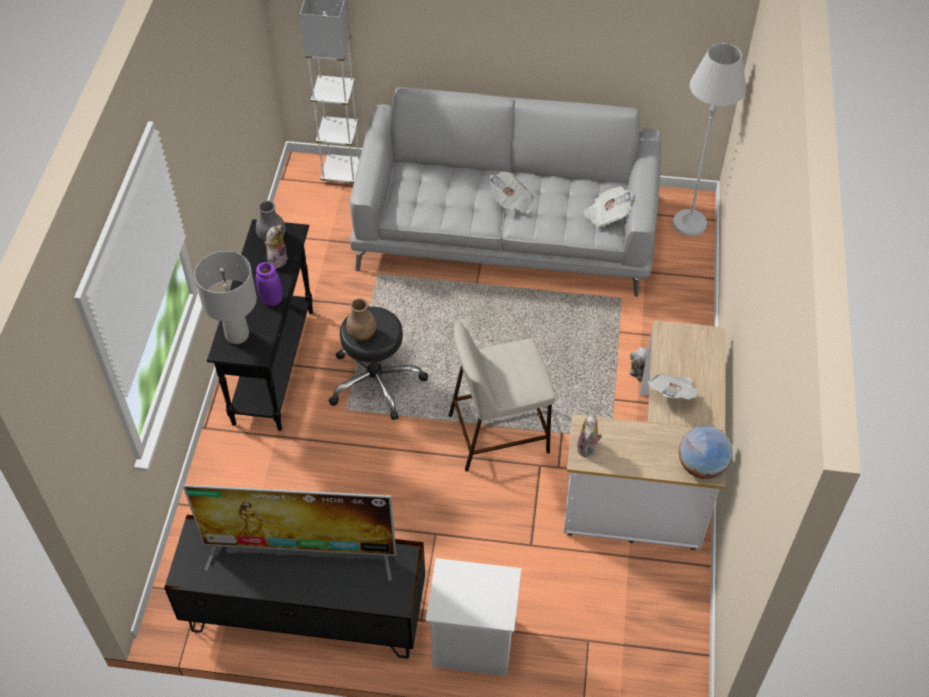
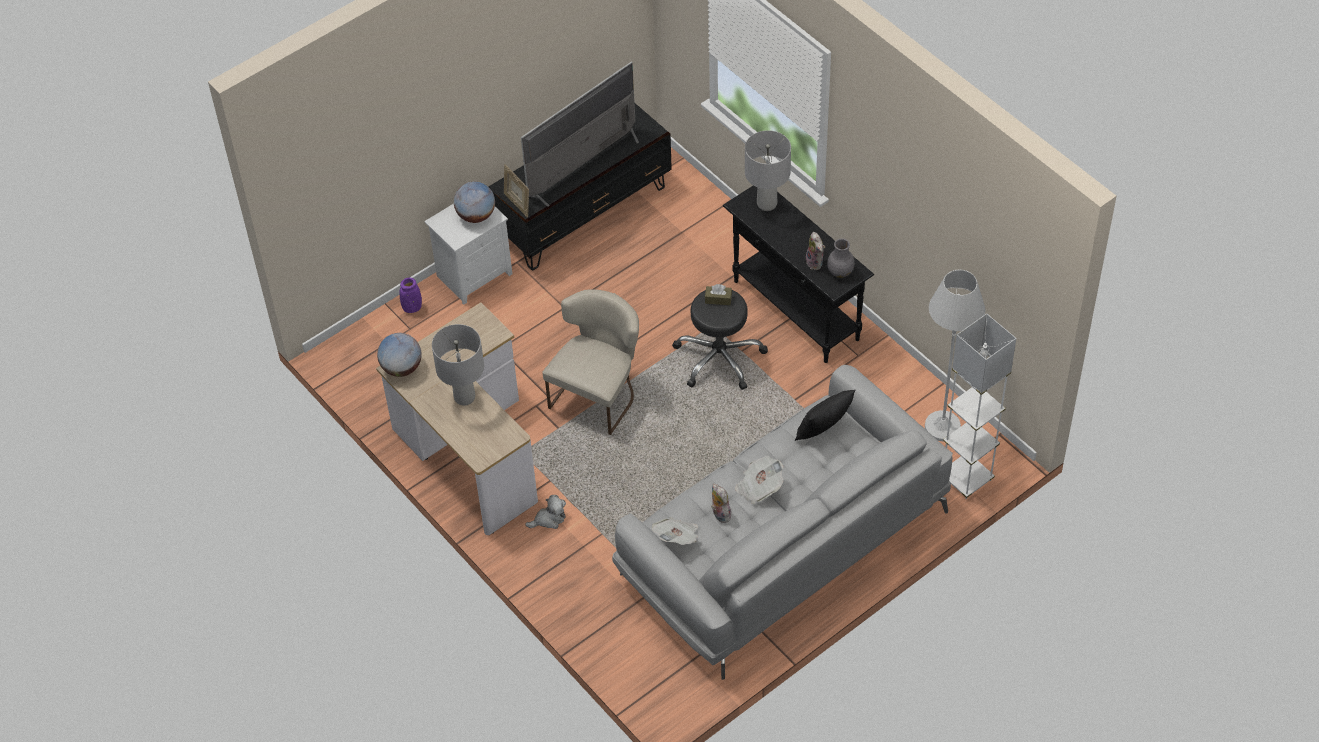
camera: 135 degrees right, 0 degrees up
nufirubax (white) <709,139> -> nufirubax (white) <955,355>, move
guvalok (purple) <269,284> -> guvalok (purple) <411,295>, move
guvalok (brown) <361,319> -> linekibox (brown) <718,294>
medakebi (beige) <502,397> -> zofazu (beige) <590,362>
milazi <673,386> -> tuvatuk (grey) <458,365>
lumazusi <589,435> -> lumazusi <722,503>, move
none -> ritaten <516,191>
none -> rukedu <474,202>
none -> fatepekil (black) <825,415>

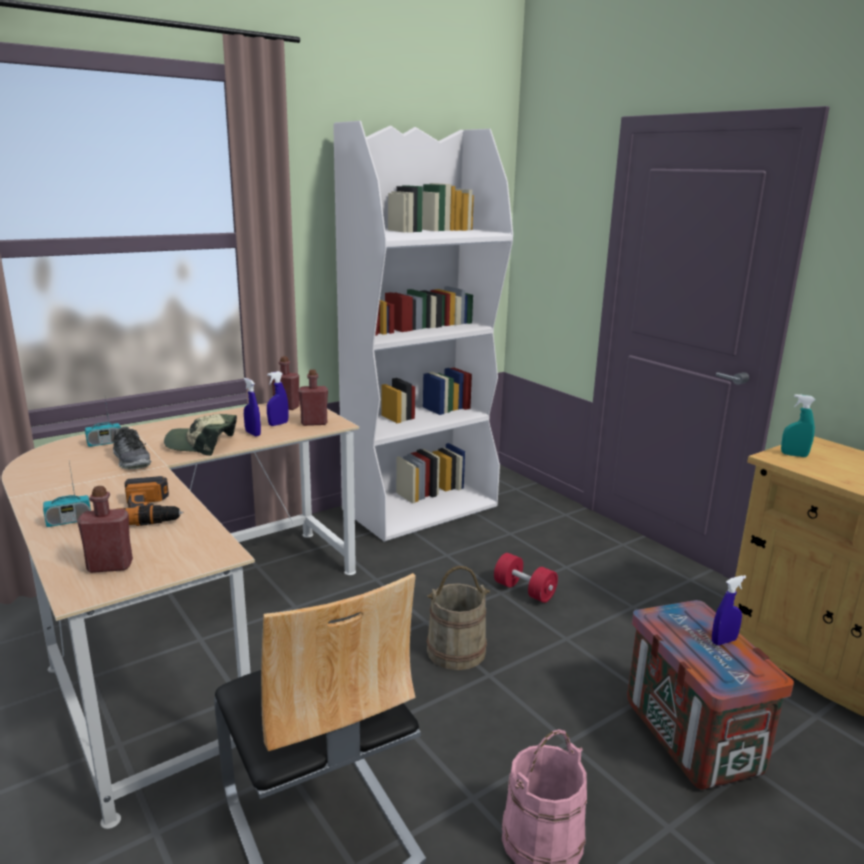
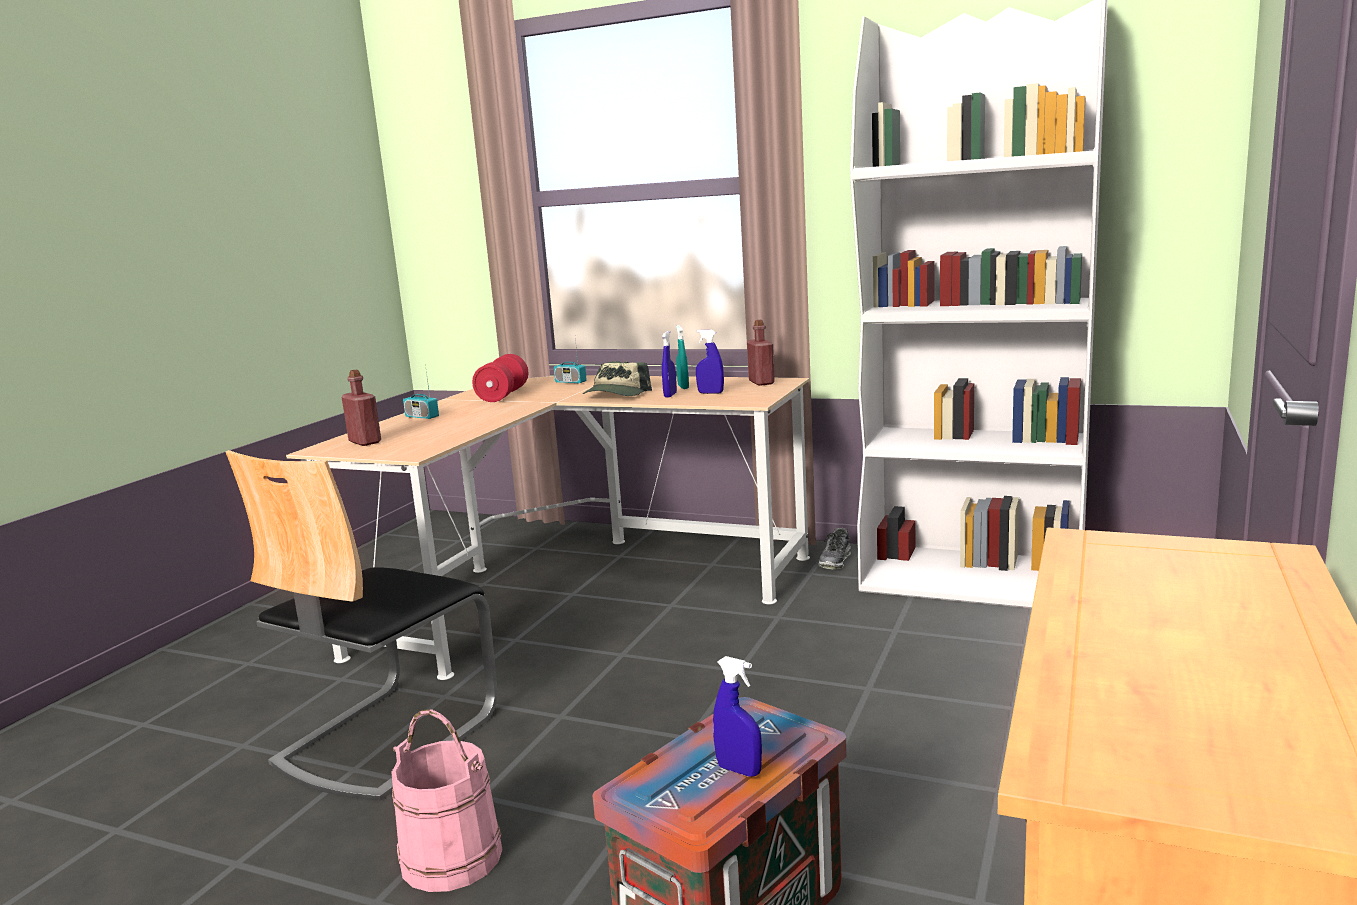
camera: 60 degrees right, 5 degrees down
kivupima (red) <313,397> -> none
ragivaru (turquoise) <798,425> -> ragivaru (turquoise) <682,357>, move
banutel <200,435> -> banutel <617,378>, 135 degrees counterclockwise
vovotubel <132,448> -> vovotubel <834,549>, move
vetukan <150,501> -> none
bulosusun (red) <526,578> -> bulosusun (red) <500,378>, move
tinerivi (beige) <458,618> -> none

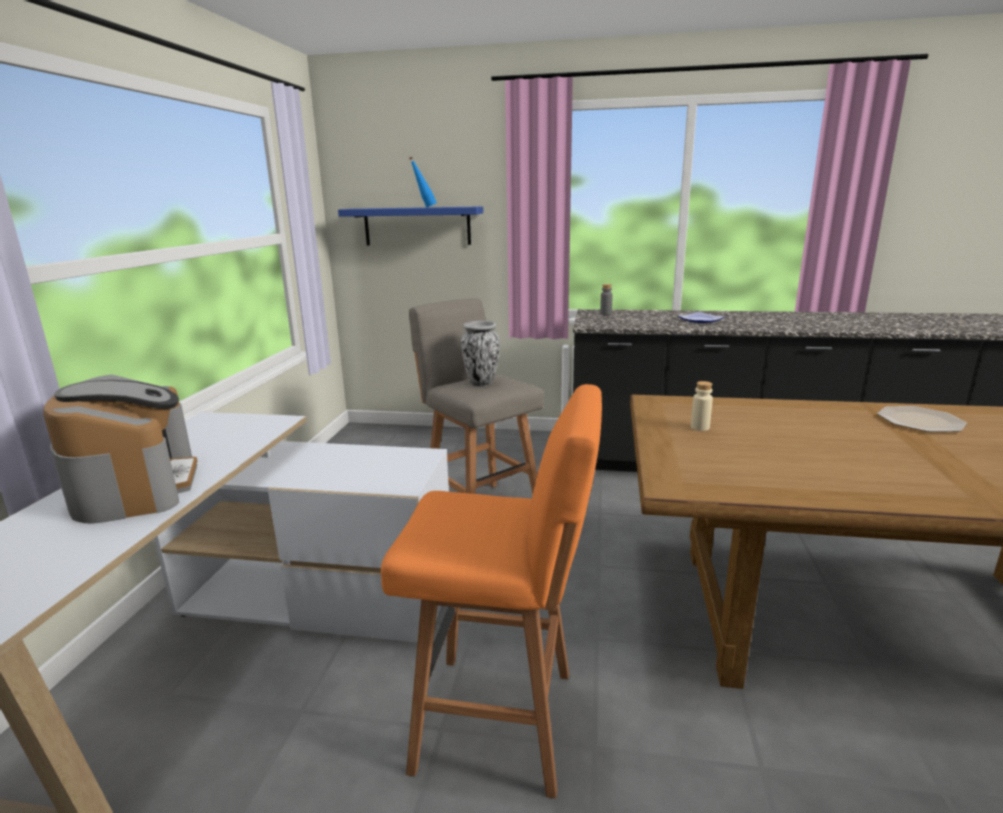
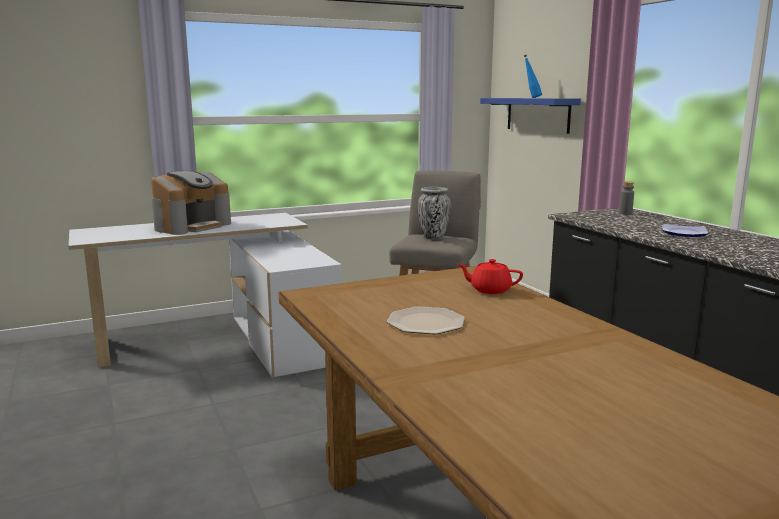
camera: 55 degrees right, 5 degrees down
kivupima (beige) <702,406> -> none
medakebi (orange) <491,591> -> none
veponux <922,419> -> veponux <426,320>, move
none -> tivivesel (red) <490,276>

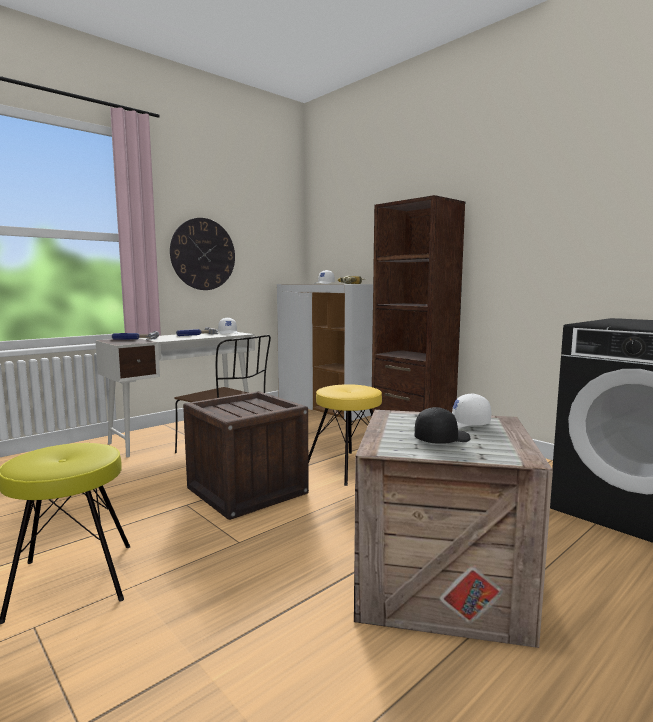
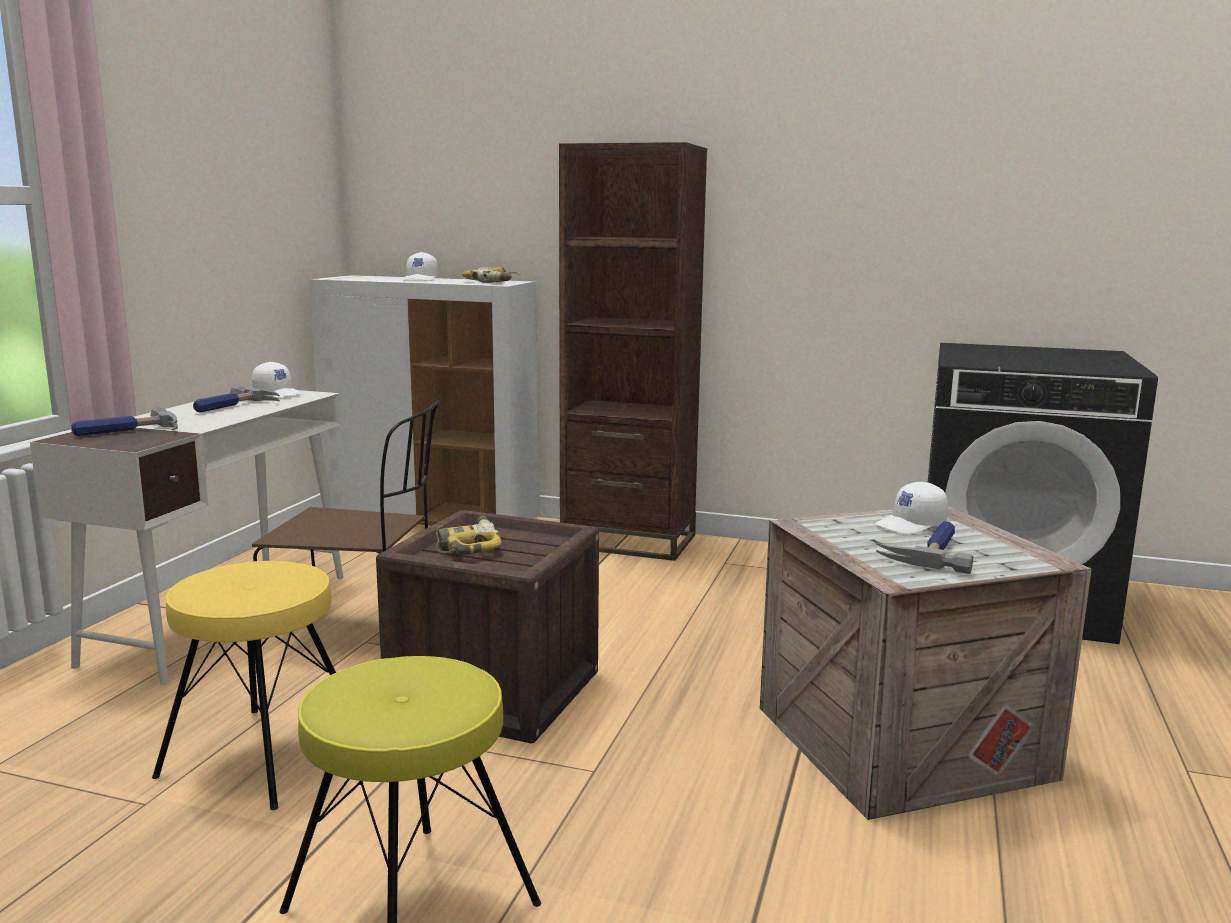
camera: 30 degrees left, 5 degrees up
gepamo <202,254> -> none
medakebi (yellow) <345,435> -> medakebi (yellow) <244,685>, move
banutel (black) <443,425> -> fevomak <924,548>
none -> vetukan <469,535>

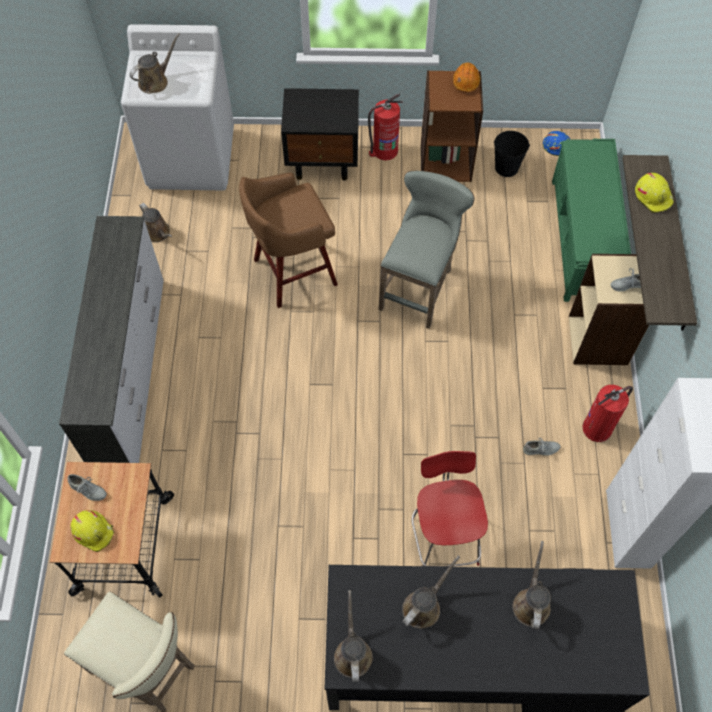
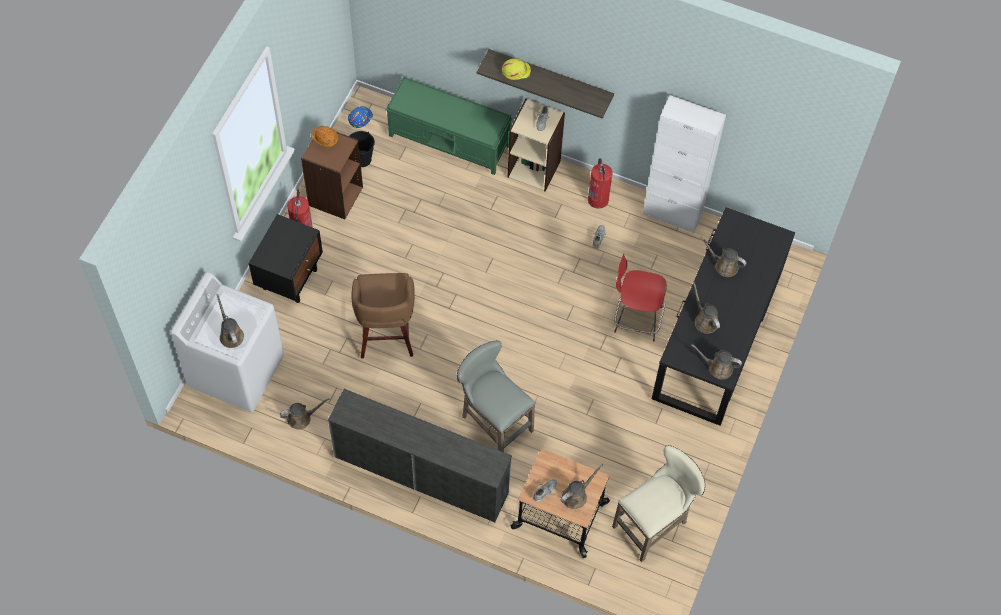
camera: 70 degrees left, 0 degrees up
medakebi (grey) <426,250> -> medakebi (grey) <496,396>, move
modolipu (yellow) <92,531> -> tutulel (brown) <582,486>

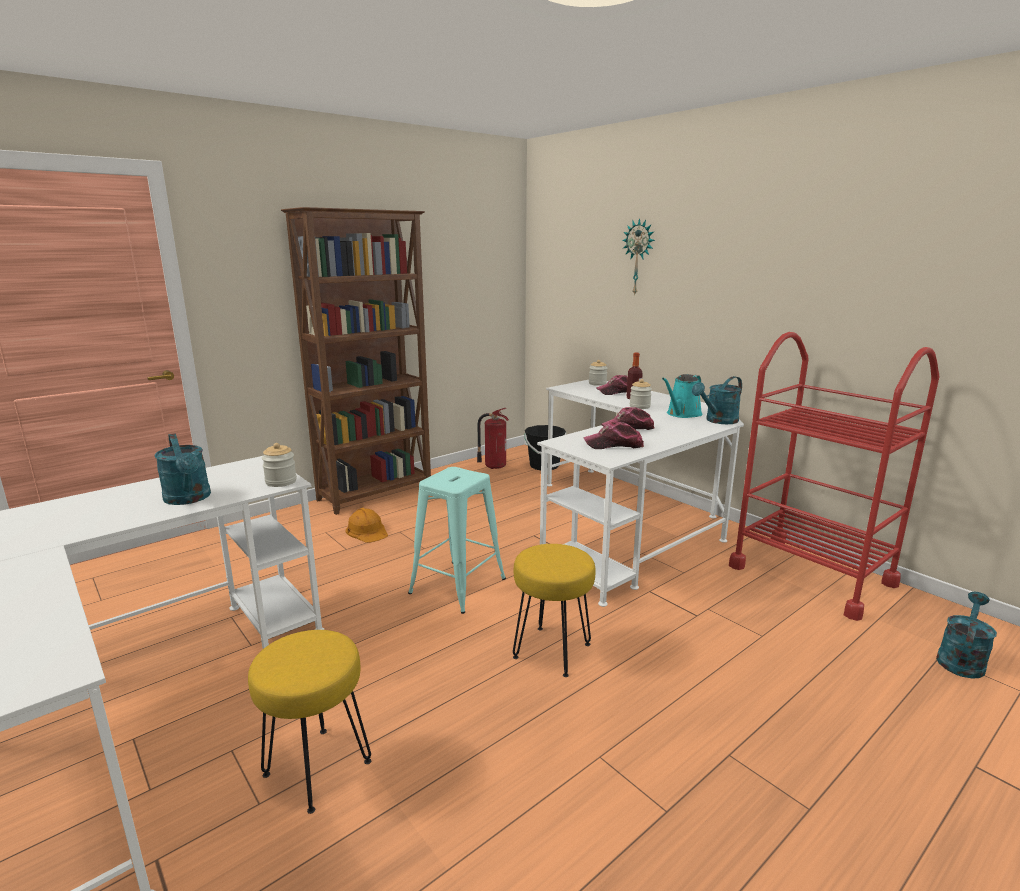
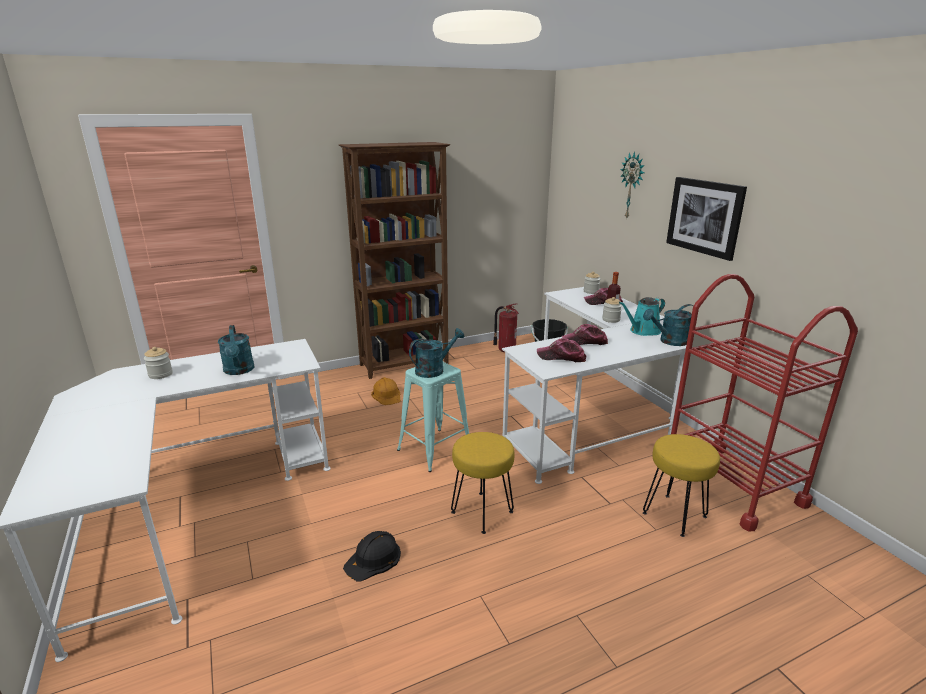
camera: 15 degrees right, 5 degrees up
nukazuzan <279,465> -> nukazuzan <158,363>, move
tutulel (turquoise) <966,635> -> tutulel (turquoise) <437,353>, move
medakebi (yellow) <309,722> -> medakebi (yellow) <681,485>, move
none -> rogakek <706,219>
none -> modolipu (black) <372,556>

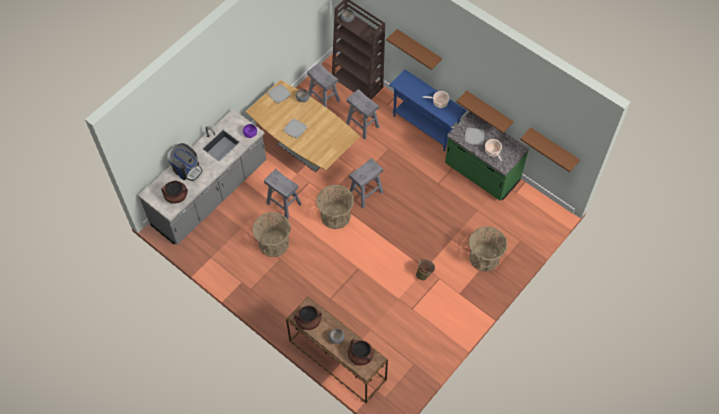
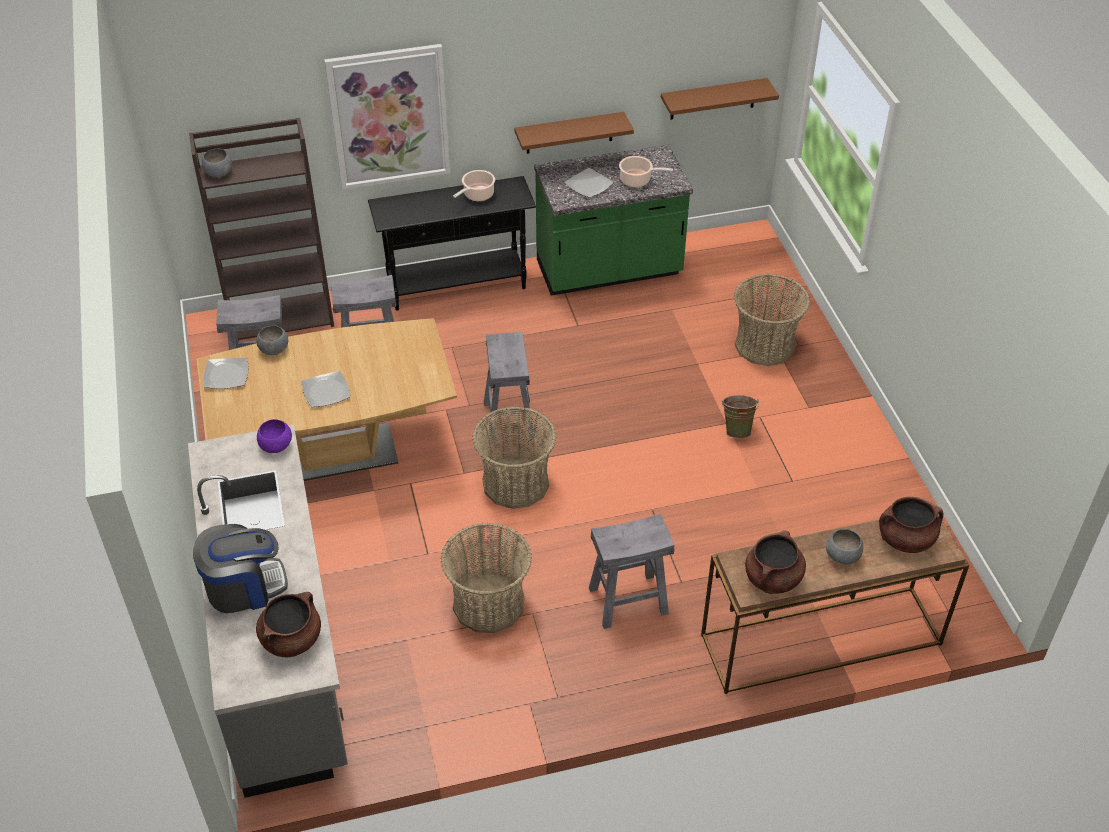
camera: 55 degrees left, 15 degrees down
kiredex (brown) <414,49> -> rogakek <387,117>
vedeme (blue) <428,110> -> vedeme (black) <452,243>
medakebi (grey) <283,194> -> medakebi (grey) <631,571>, move

